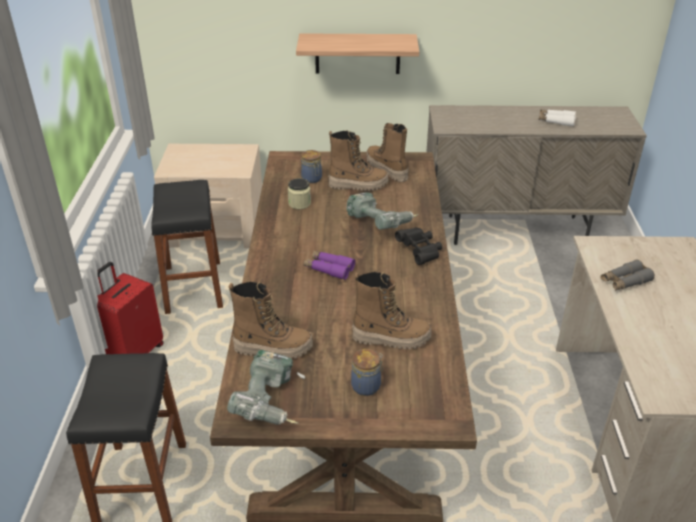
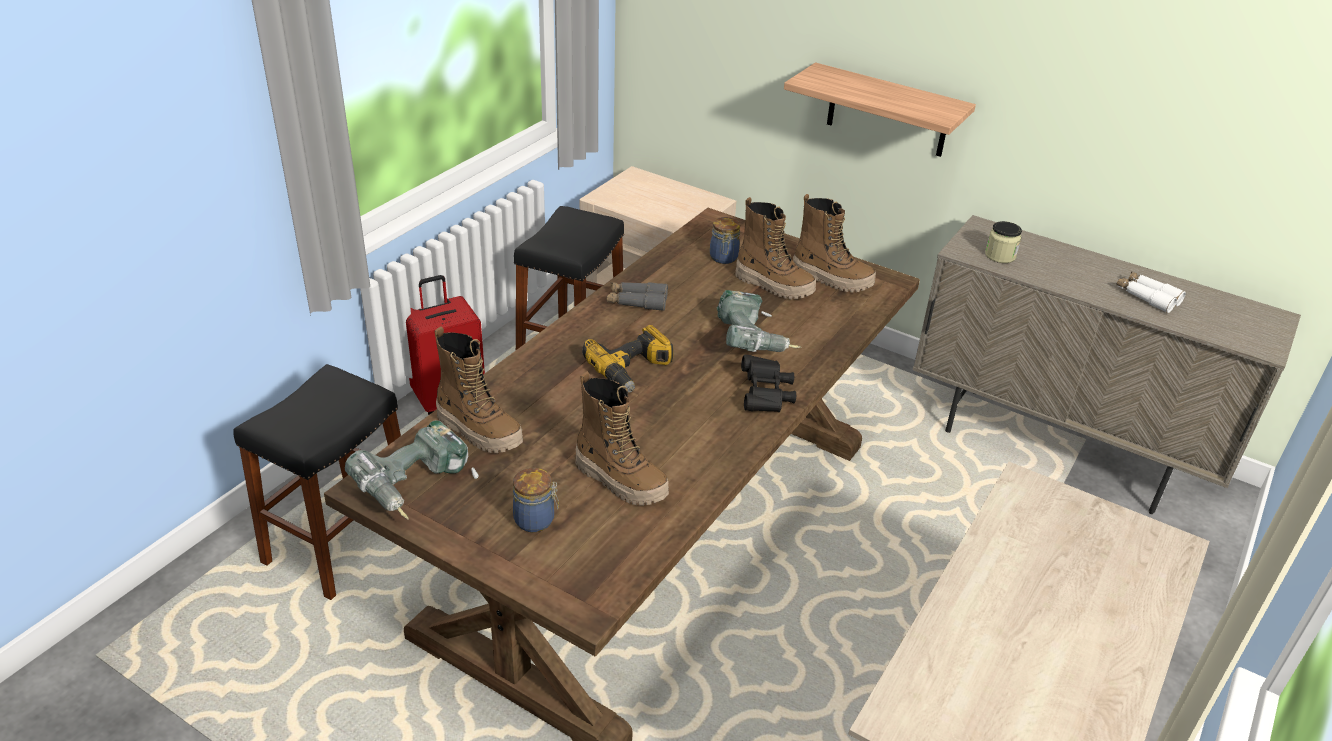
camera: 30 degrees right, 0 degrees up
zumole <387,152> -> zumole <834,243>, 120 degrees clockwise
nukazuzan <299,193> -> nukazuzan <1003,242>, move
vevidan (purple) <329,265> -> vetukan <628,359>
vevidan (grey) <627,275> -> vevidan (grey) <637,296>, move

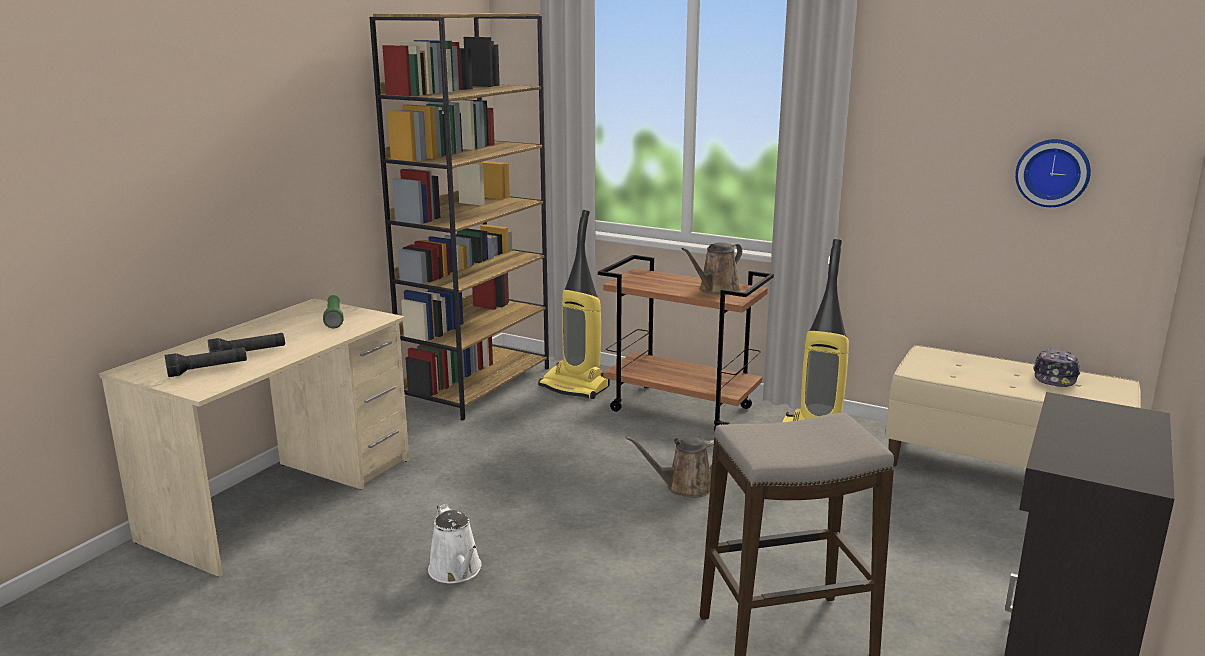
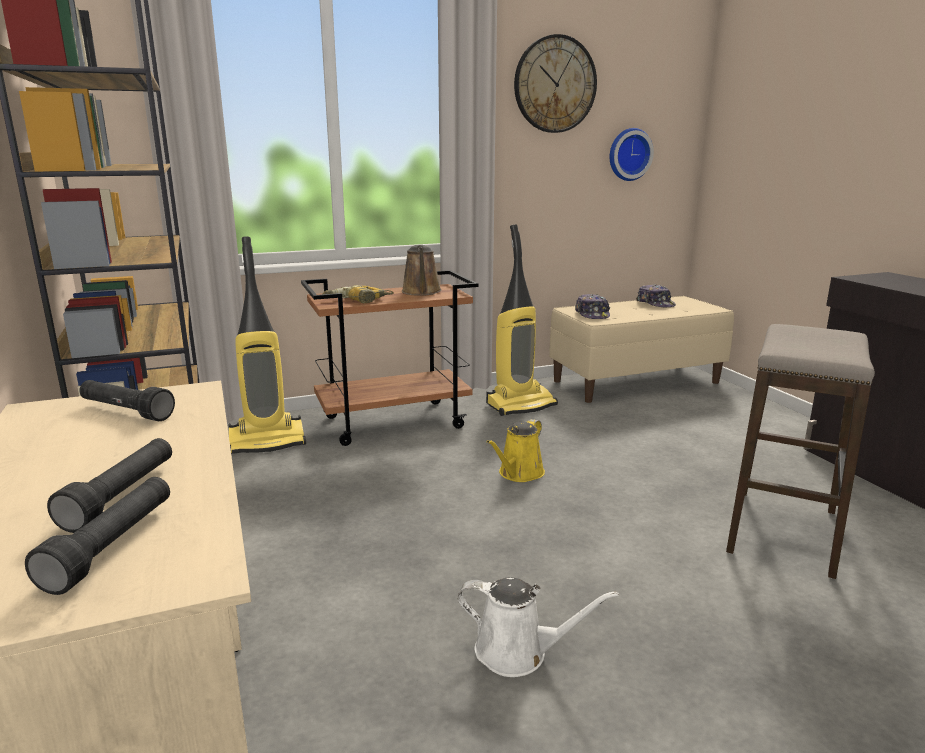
camera: 50 degrees left, 0 degrees up
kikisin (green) <333,311> -> kikisin (black) <127,400>
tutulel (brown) <670,467> -> tutulel (yellow) <516,450>
none -> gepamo <555,83>
none -> vetukan <358,294>
none -> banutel <592,306>

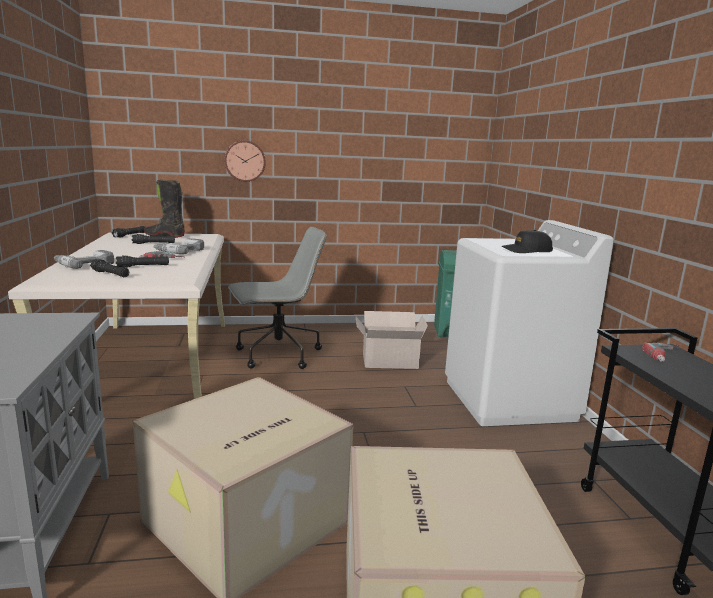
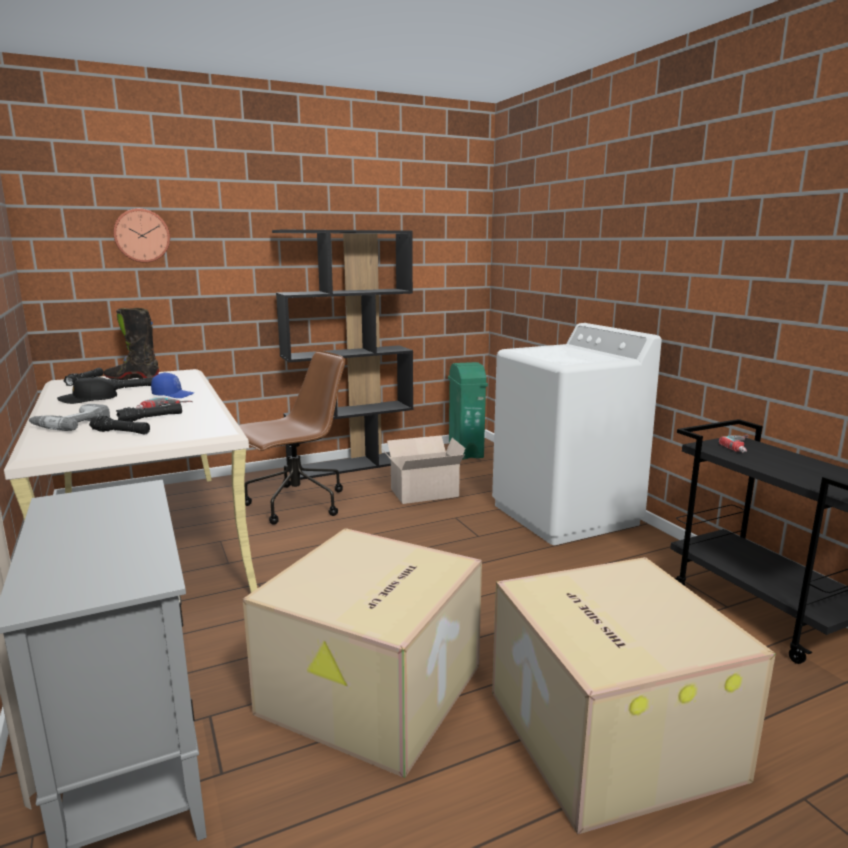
camera: 15 degrees left, 0 degrees up
gepamo <245,161> -> gepamo <141,235>, move
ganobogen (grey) <277,298> -> ganobogen (brown) <292,438>
banutel (black) <527,241> -> banutel (black) <87,390>, move
vetukan <178,246> -> banutel (blue) <172,385>
none -> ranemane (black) <342,355>

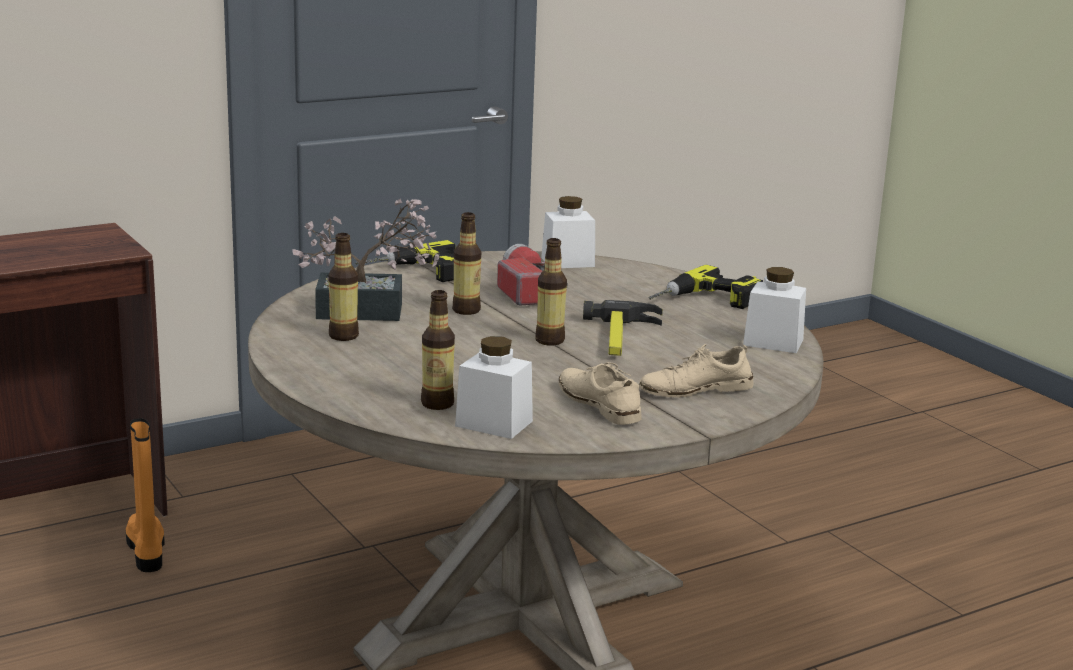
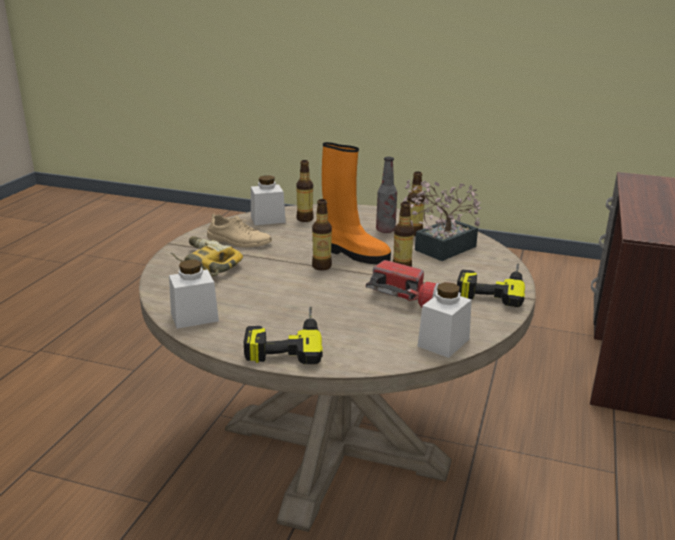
camera: 140 degrees right, 5 degrees up
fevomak <623,328> -> none
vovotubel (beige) <696,371> -> vetukan <207,256>
zumole (orange) <145,495> -> zumole (orange) <356,203>, move
none -> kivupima <386,195>

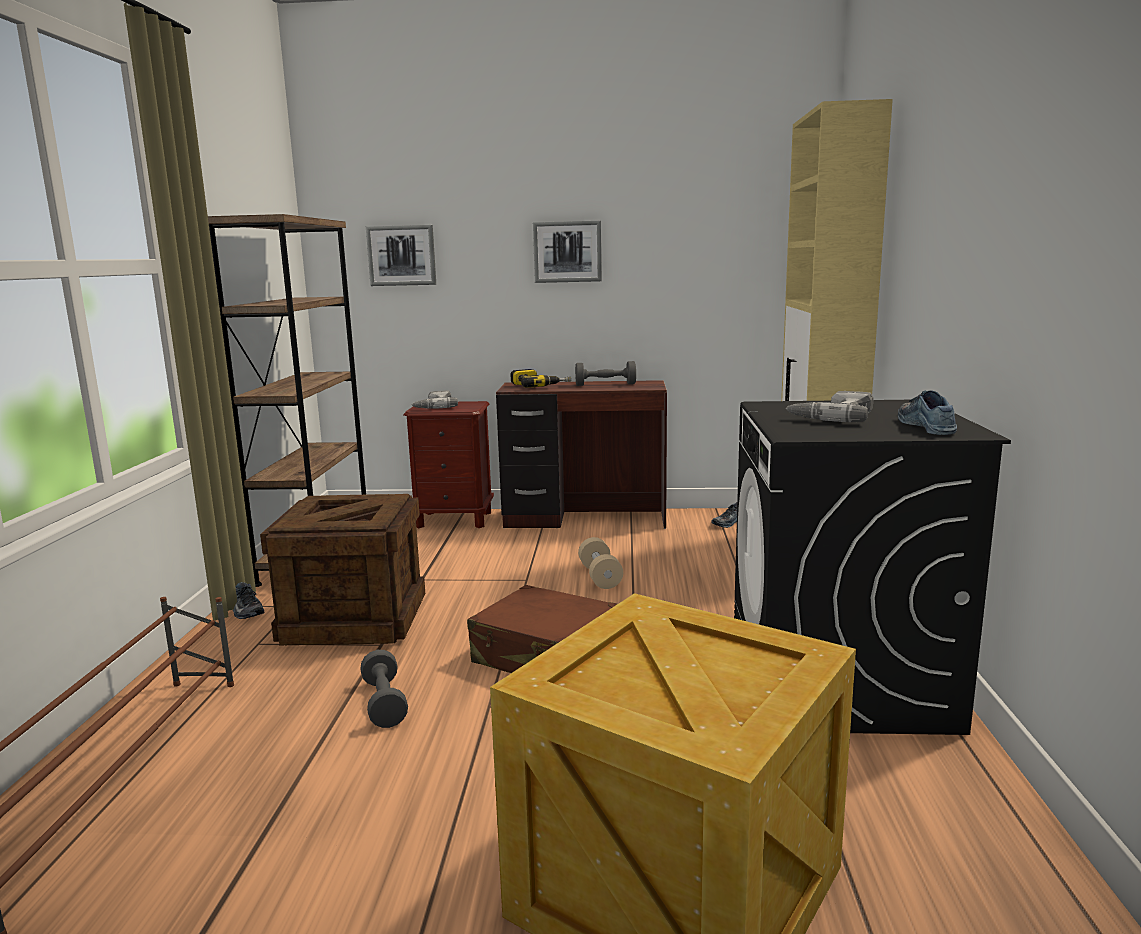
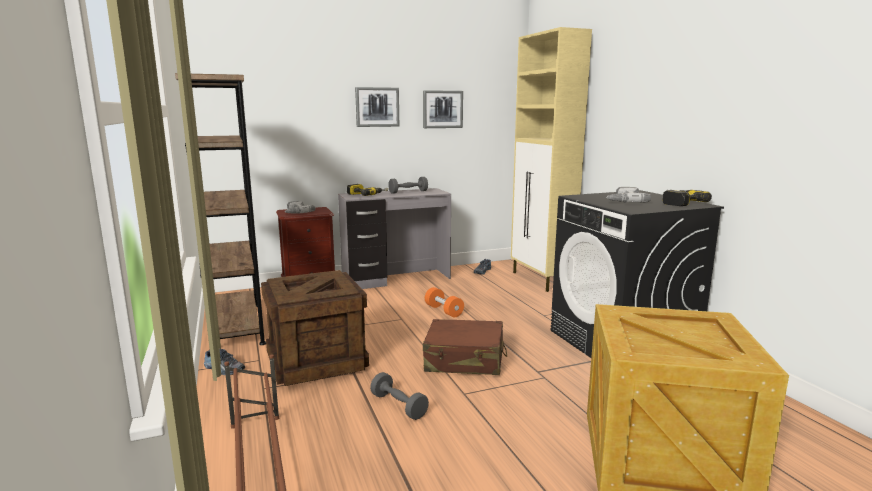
camera: 25 degrees left, 0 degrees up
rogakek <401,255> -> rogakek <443,109>, move
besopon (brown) <581,454> -> besopon (grey) <394,238>
vovotubel <927,412> -> vetukan <687,198>
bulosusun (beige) <600,563> -> bulosusun (orange) <444,302>

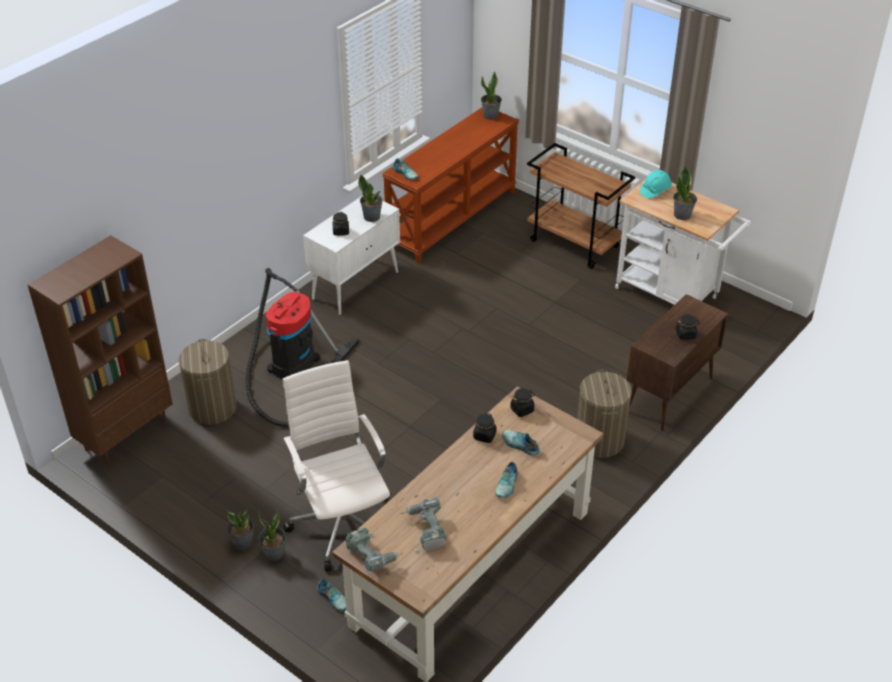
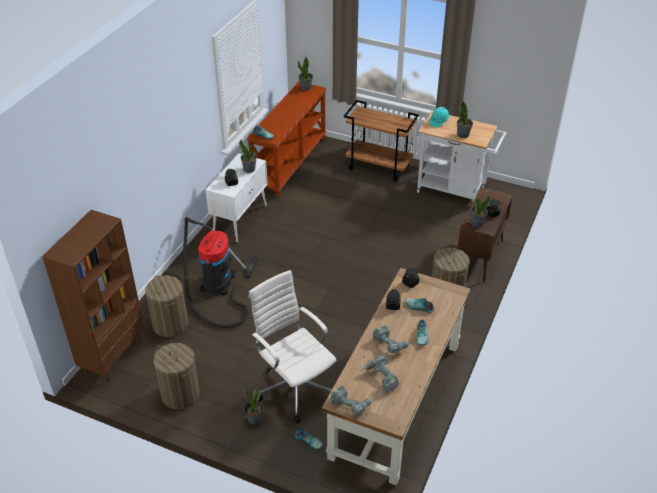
camera: 15 degrees left, 0 degrees up
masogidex <240,529> -> masogidex <480,211>, move
none -> vetukan <392,339>
none -> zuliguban <177,376>

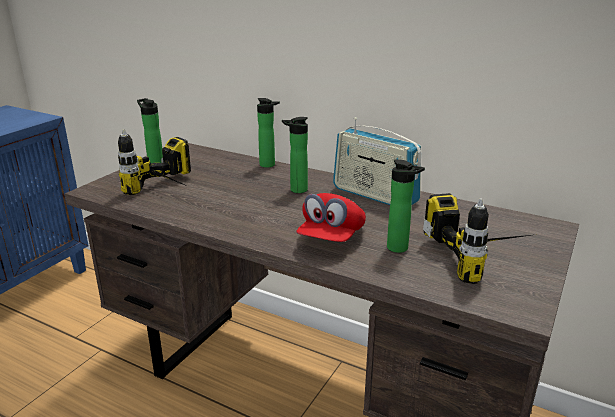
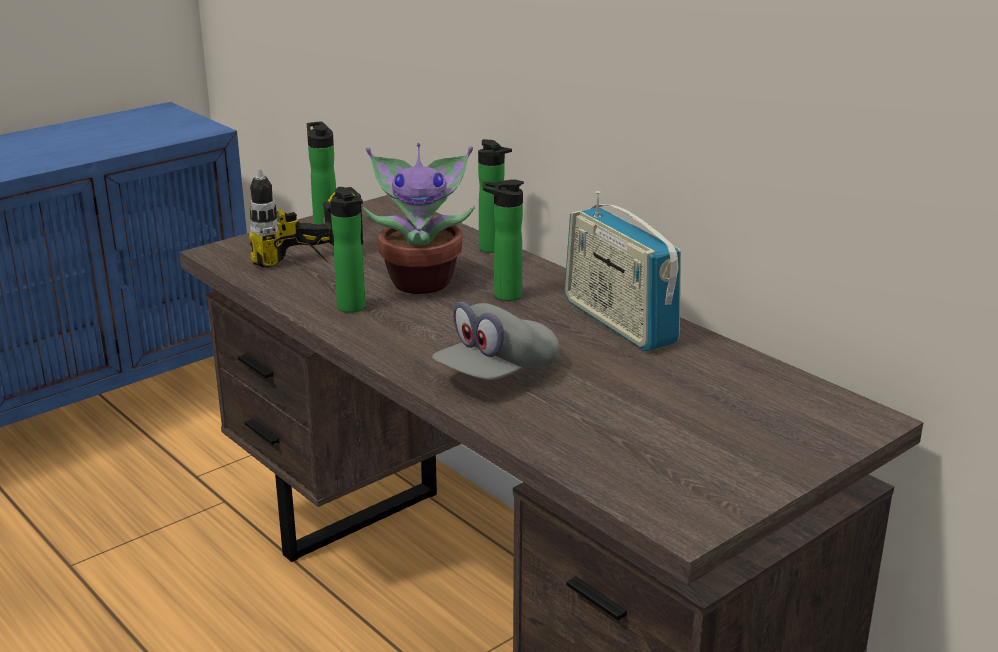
camera: 20 degrees right, 0 degrees up
kivupima <406,206> -> kivupima <348,250>, move
banutel (red) <331,217> -> banutel (grey) <495,340>
vetukan <476,238> -> none
none -> masogidex <419,218>

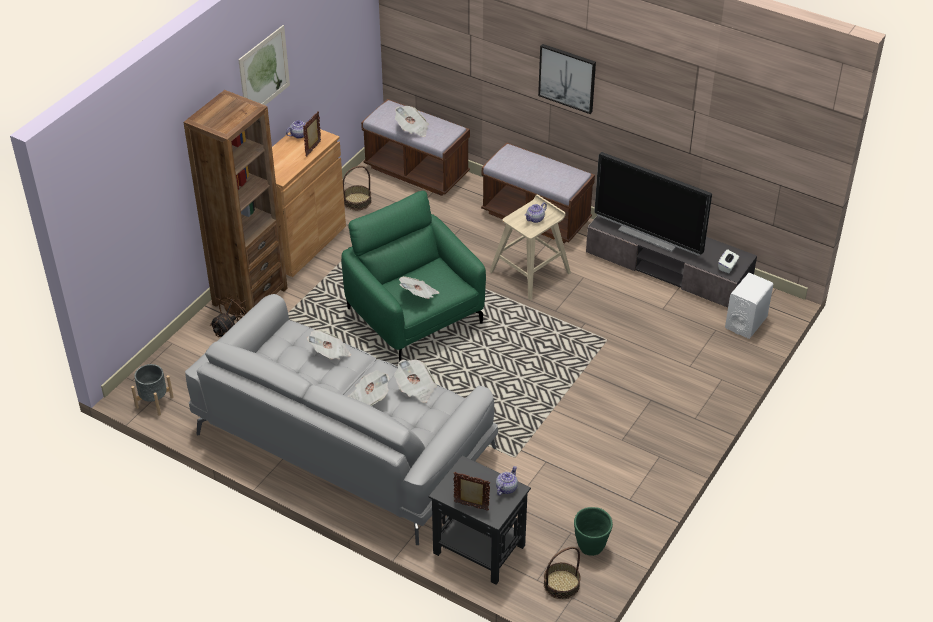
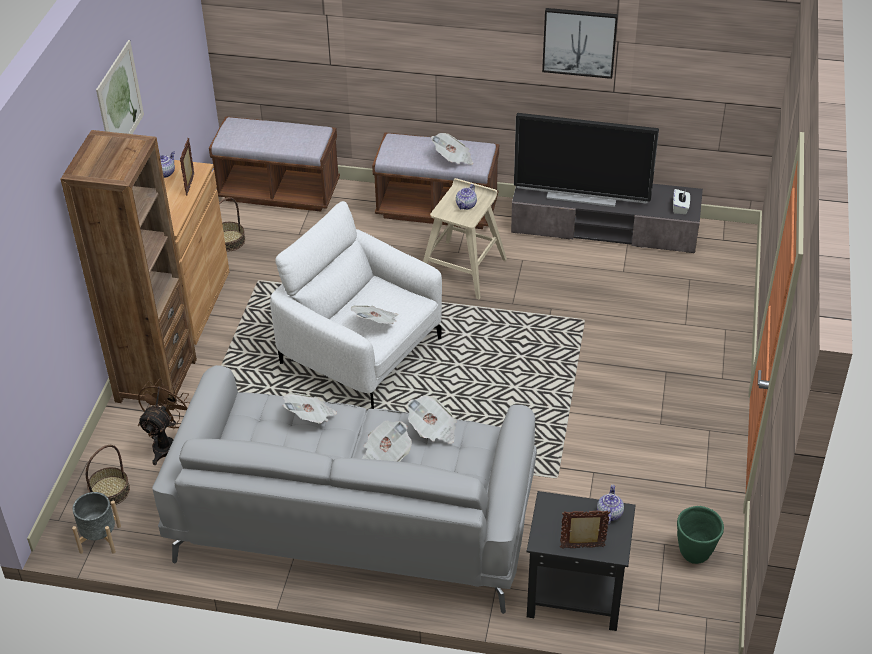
camera: 20 degrees left, 0 degrees up
rogakek <567,79> -> rogakek <580,43>, move
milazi <412,121> -> milazi <452,149>, move
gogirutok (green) <413,276> -> gogirutok (white) <356,305>
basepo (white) <749,306> -> none
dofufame <562,573> -> dofufame <108,475>, move

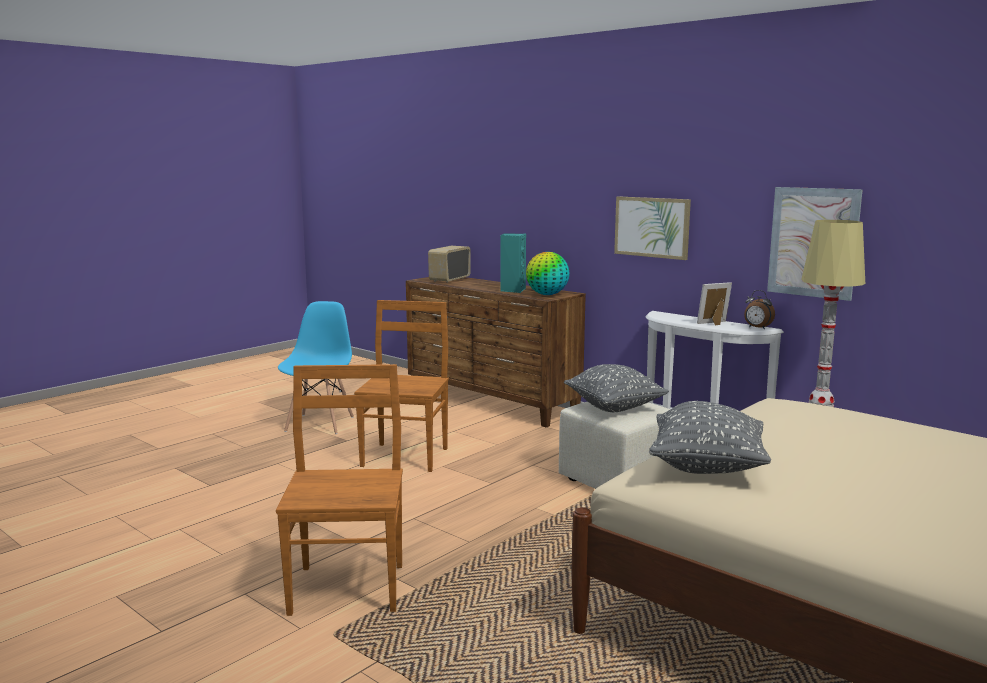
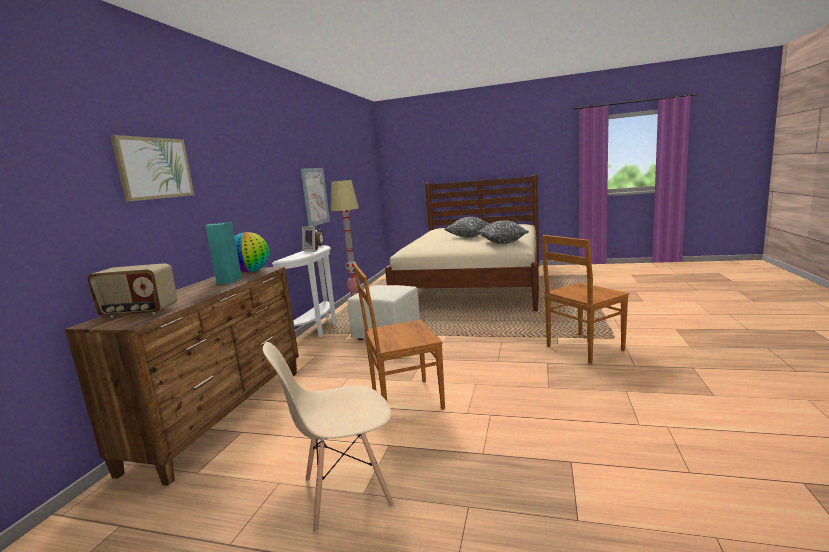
camera: 115 degrees left, 0 degrees up
rogakek <652,228> -> rogakek <152,168>, move
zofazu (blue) <316,367> -> zofazu (beige) <328,437>
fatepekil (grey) <616,388> -> fatepekil (grey) <466,227>, move

